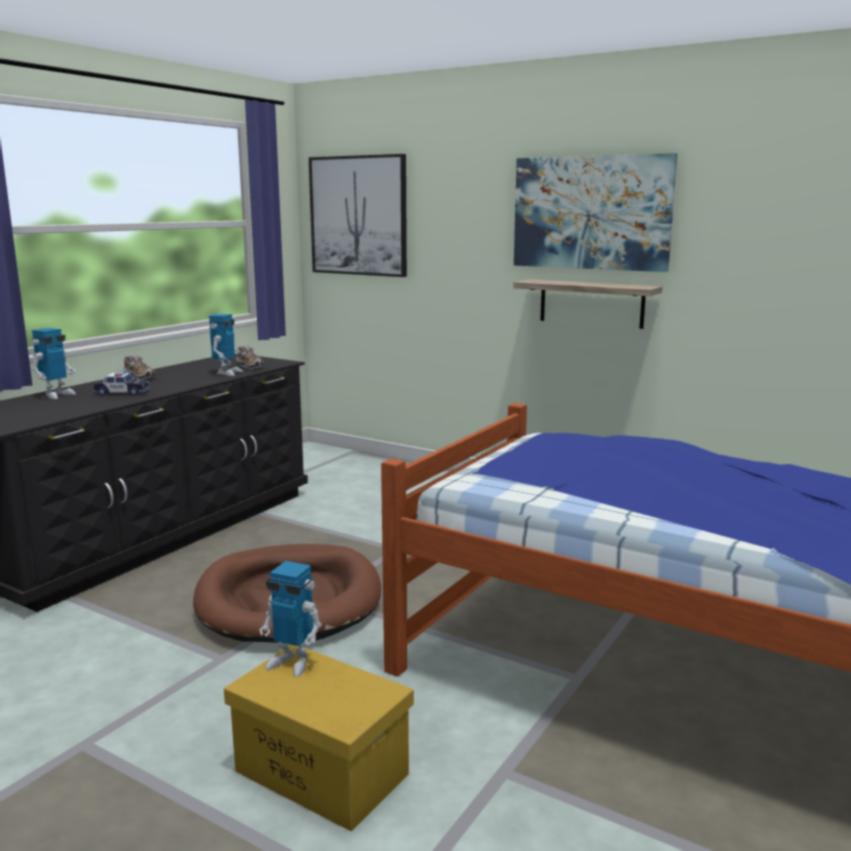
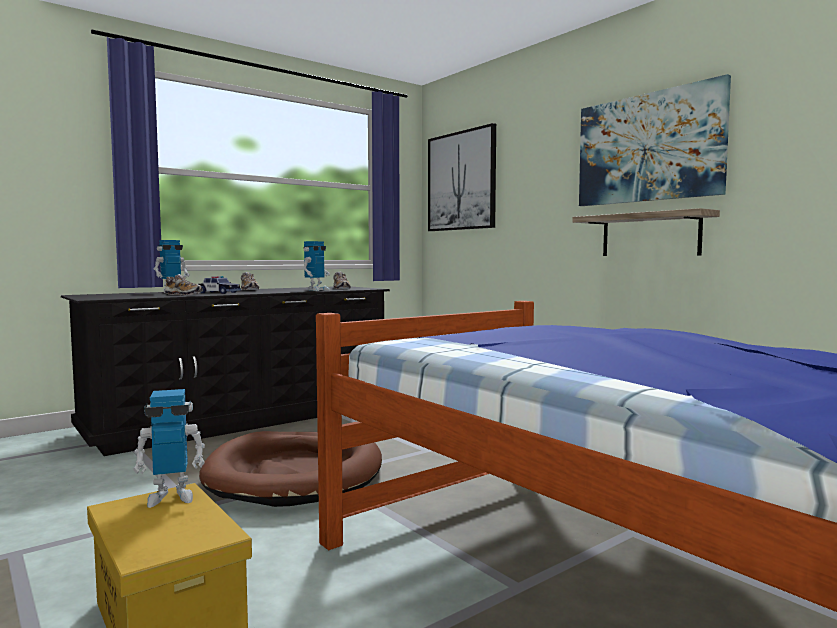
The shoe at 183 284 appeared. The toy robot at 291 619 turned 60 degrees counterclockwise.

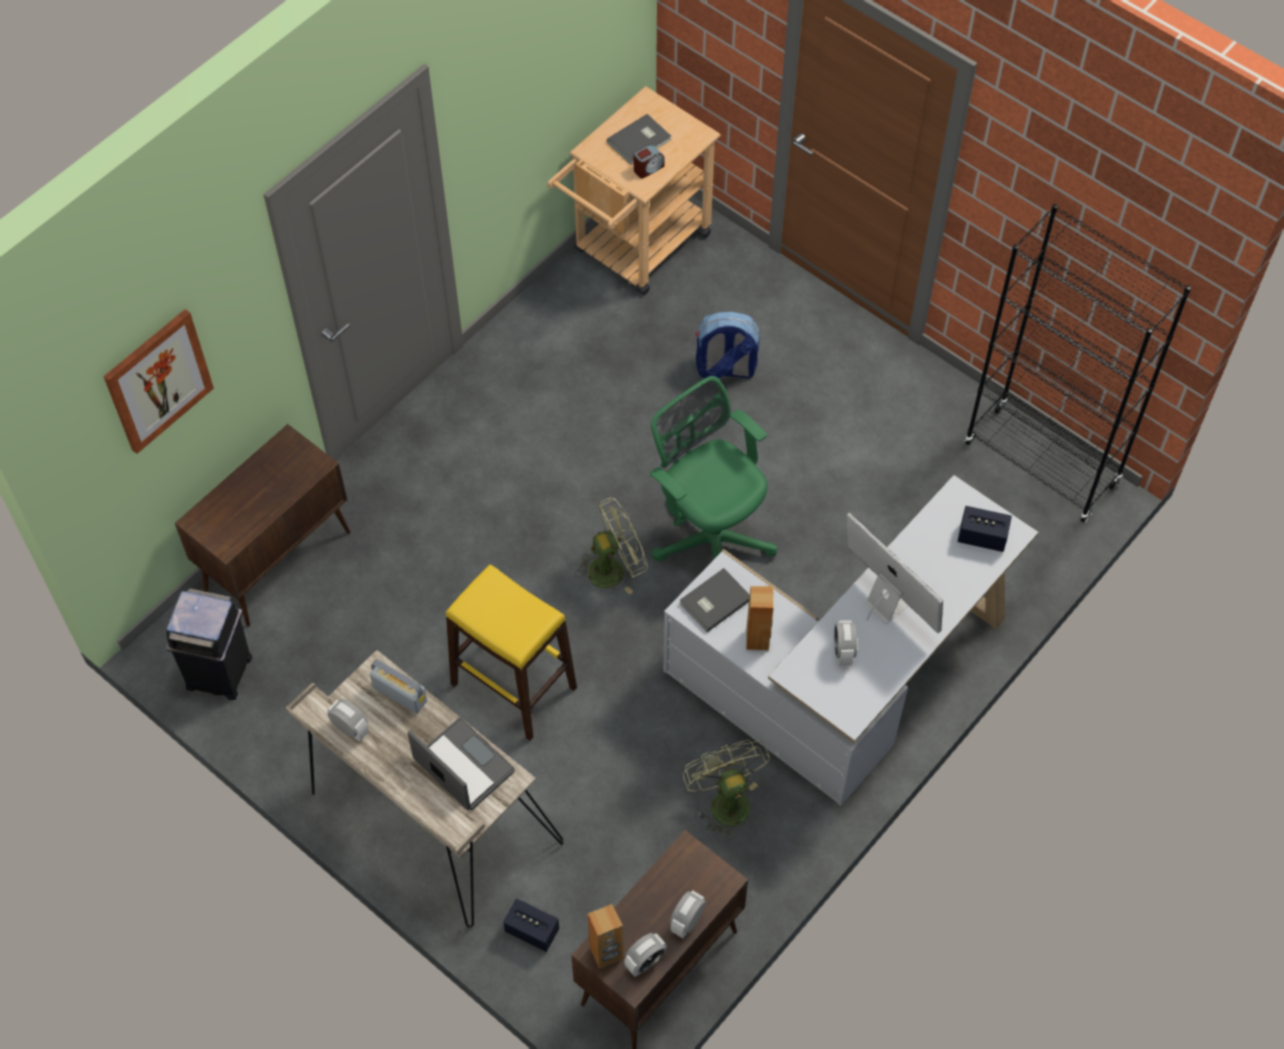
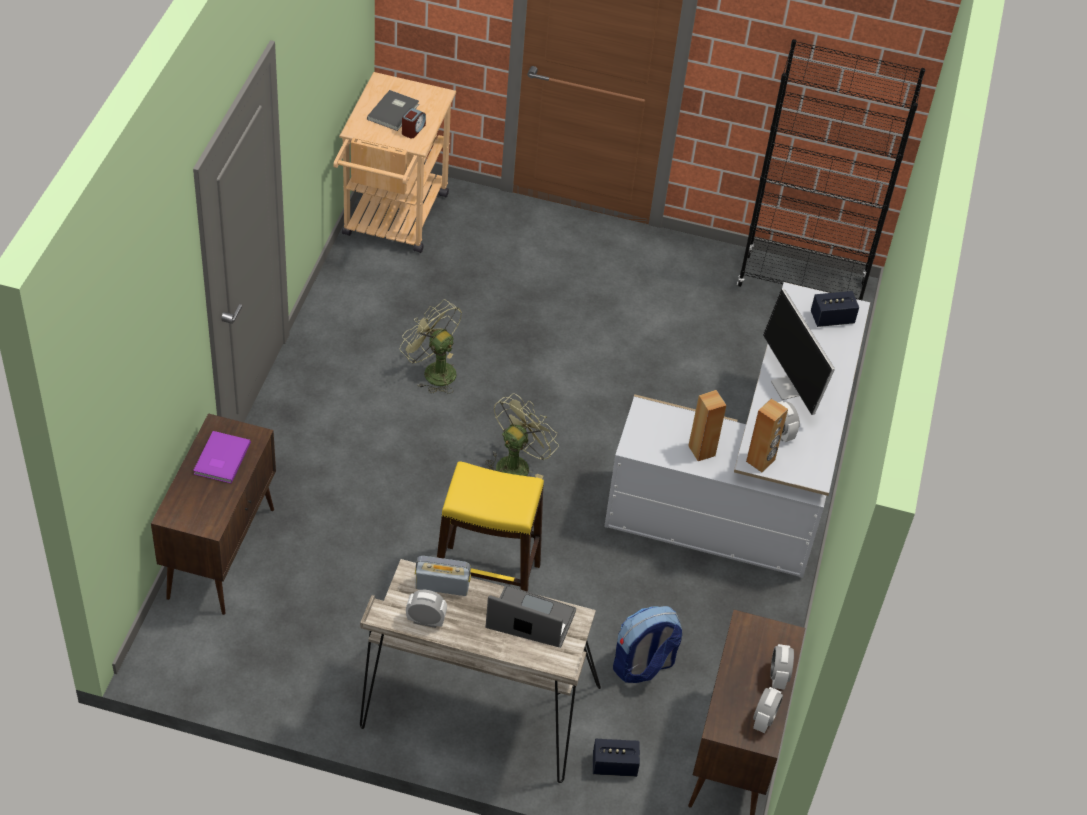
The picture at 158 381 disappeared. The trash can (black) at 209 644 disappeared. The office chair (green) at 713 468 disappeared. The book (grey) at 714 600 disappeared. The book (purple) at 222 457 appeared. The speaker (brown) moved from 605 936 to 767 435. The fan (green) moved from 726 789 to 431 346. The backpack moved from 728 345 to 647 644. The monitor at 895 573 turned 135 degrees counterclockwise.

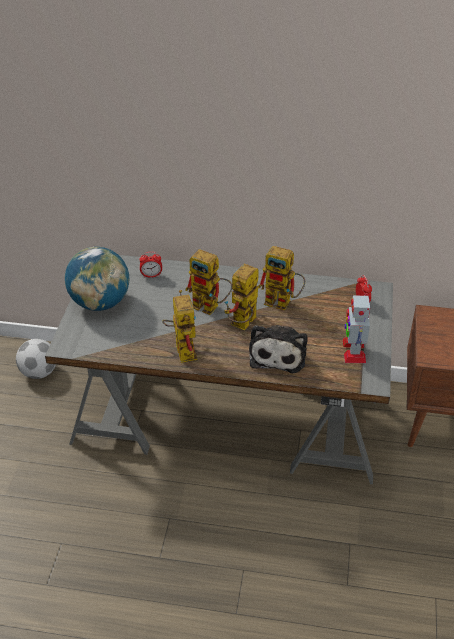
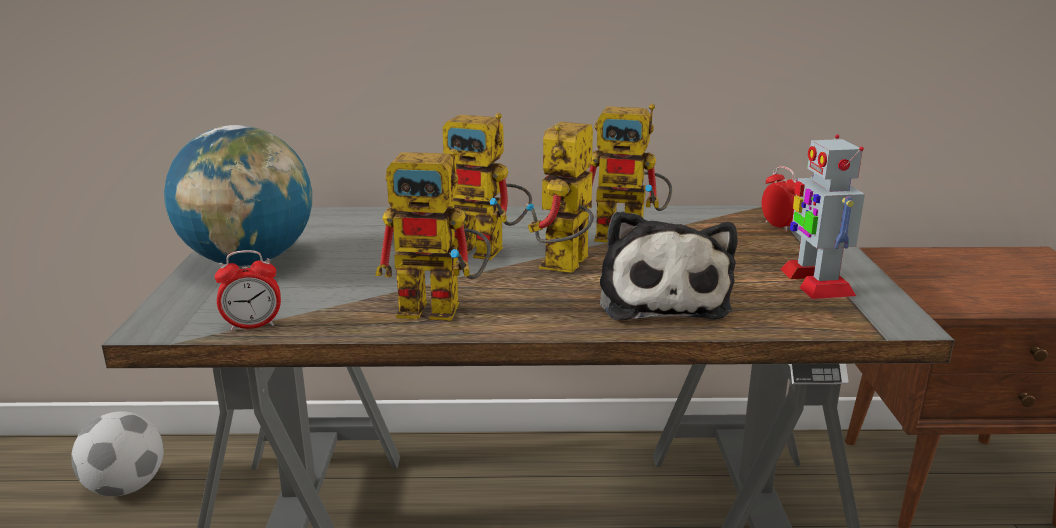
The alarm clock moved from 150 265 to 248 290. The toy robot at 179 326 turned 120 degrees clockwise.

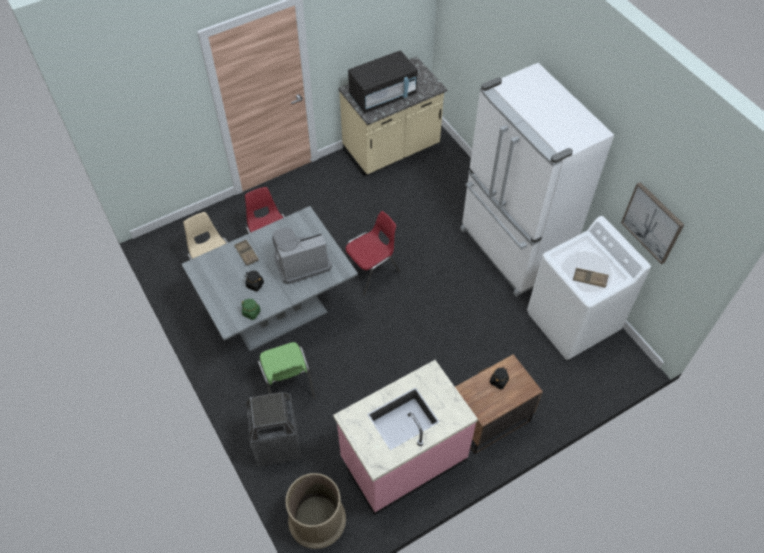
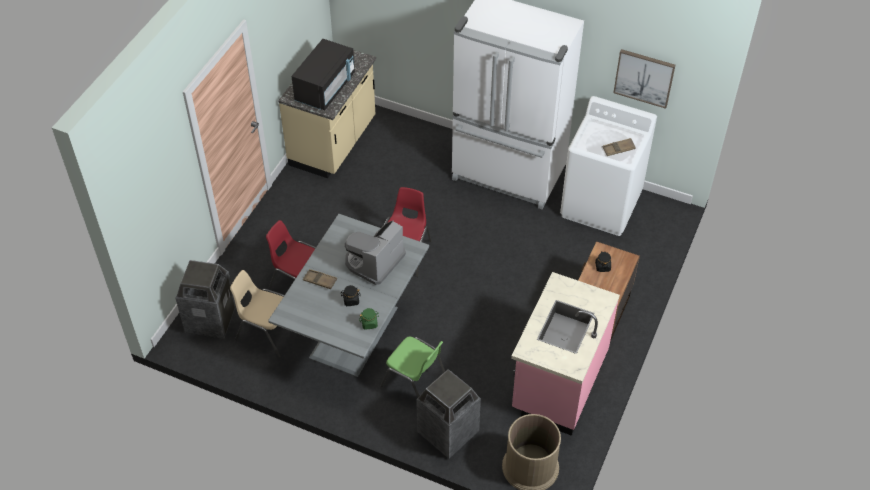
The trash can at 205 299 appeared.

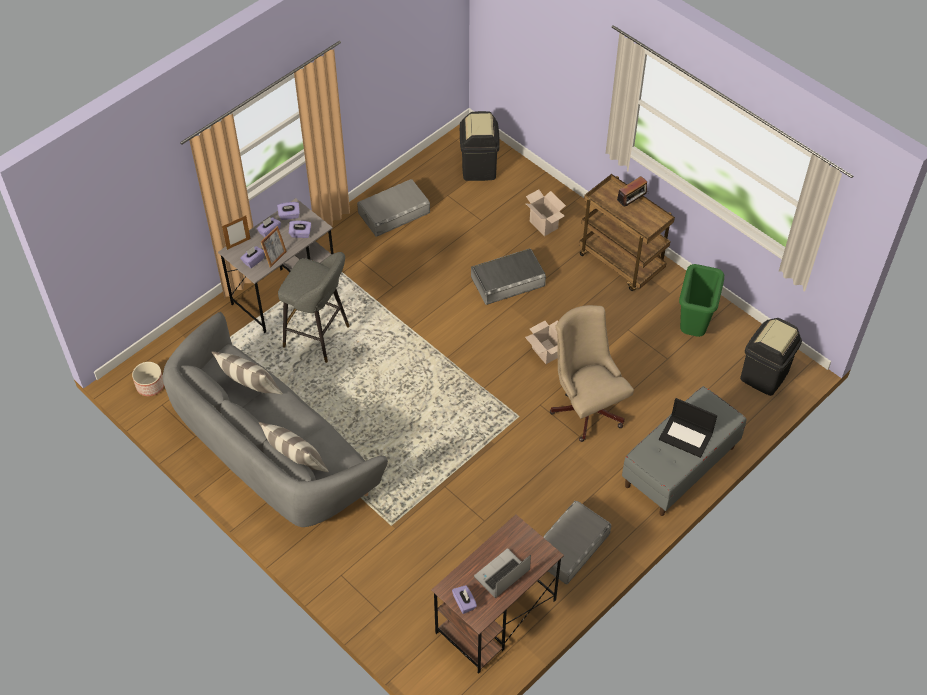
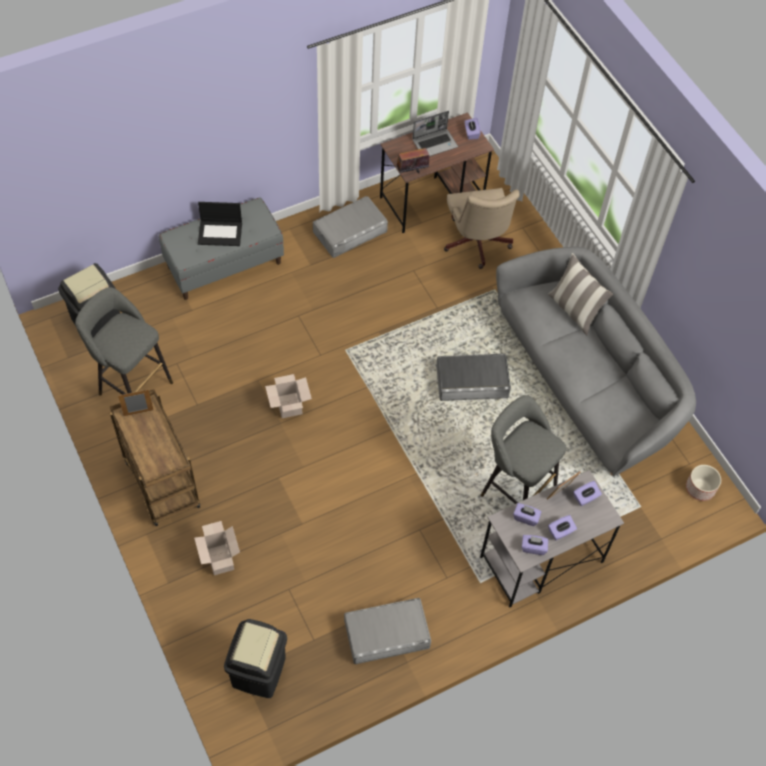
The pillow at 247 372 disappeared. The picture frame moved from 236 232 to 135 402. The storage box (grey) moved from 508 277 to 473 377. The office chair (beige) moved from 592 373 to 482 228. The radio moved from 633 191 to 412 158. The trash can (green) at 701 300 was replaced by the stool (grey) at 124 341. The laptop at 688 428 turned 135 degrees clockwise.

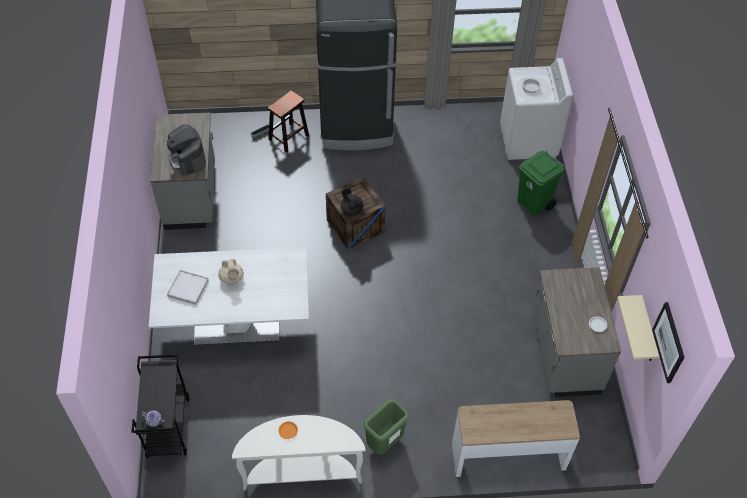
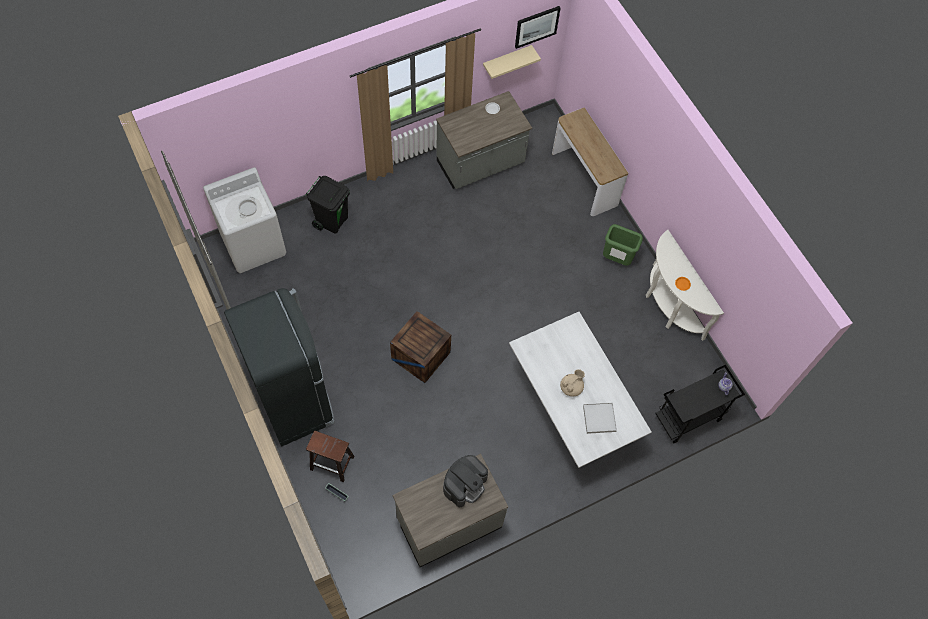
The teapot (black) at 352 201 disappeared. The trash can (green) at 541 183 became the trash can (black) at 328 205.

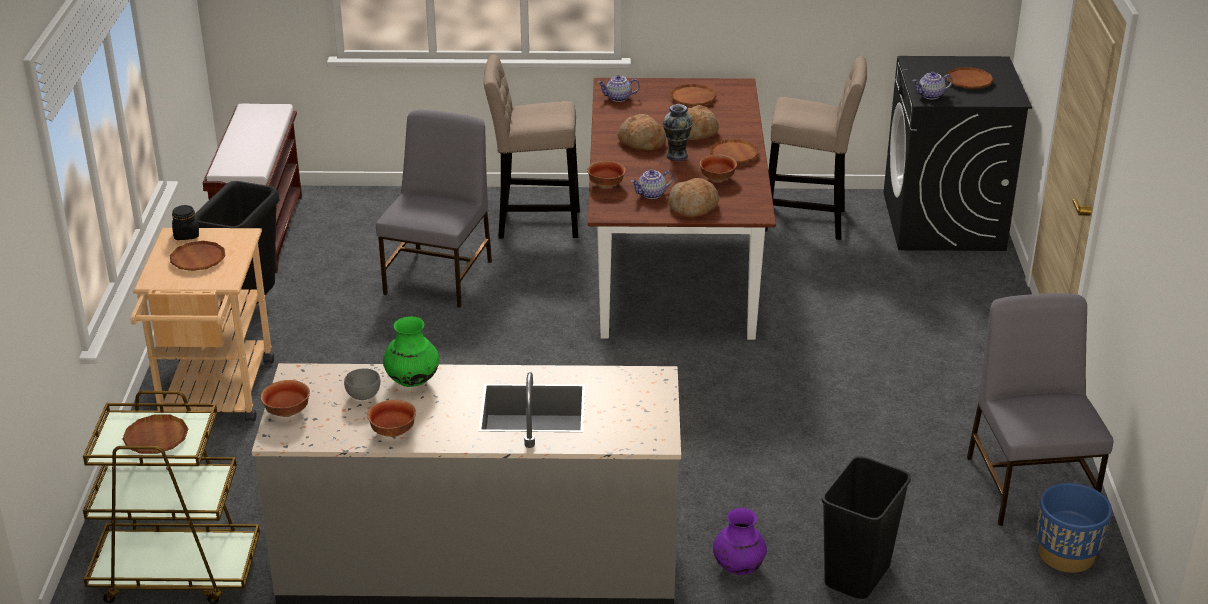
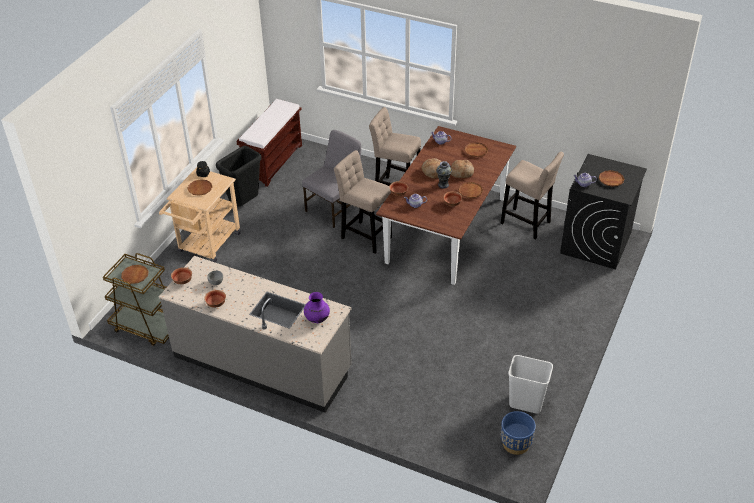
The vase (green) at 411 351 disappeared. The bread at 693 198 disappeared. The trash can (black) at 866 527 disappeared. The stool (beige) at 363 202 appeared. The vase (purple) moved from 740 541 to 317 307. The chair (grey) at 1040 409 was replaced by the trash can (white) at 530 384.

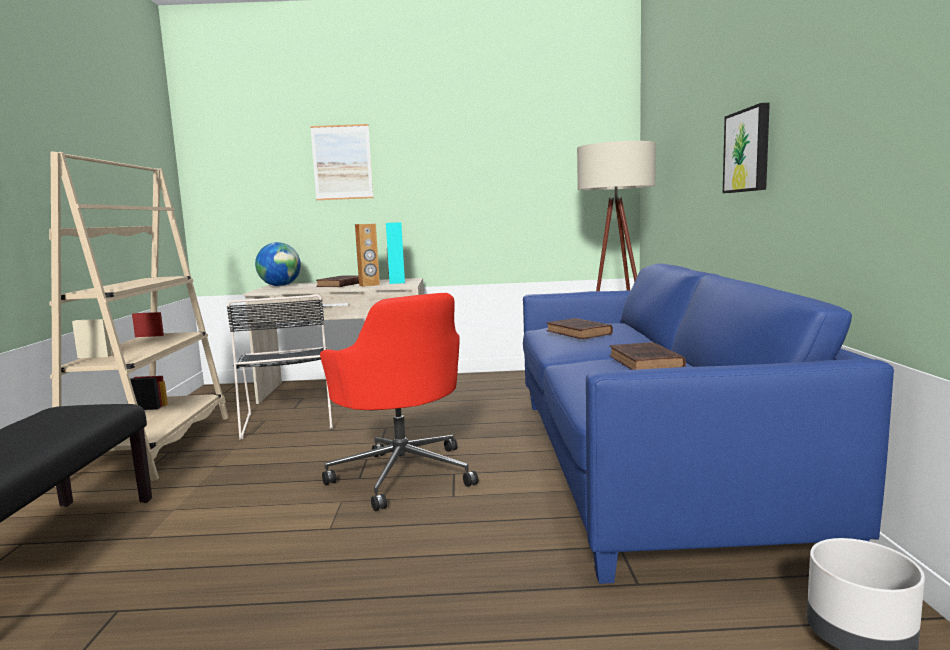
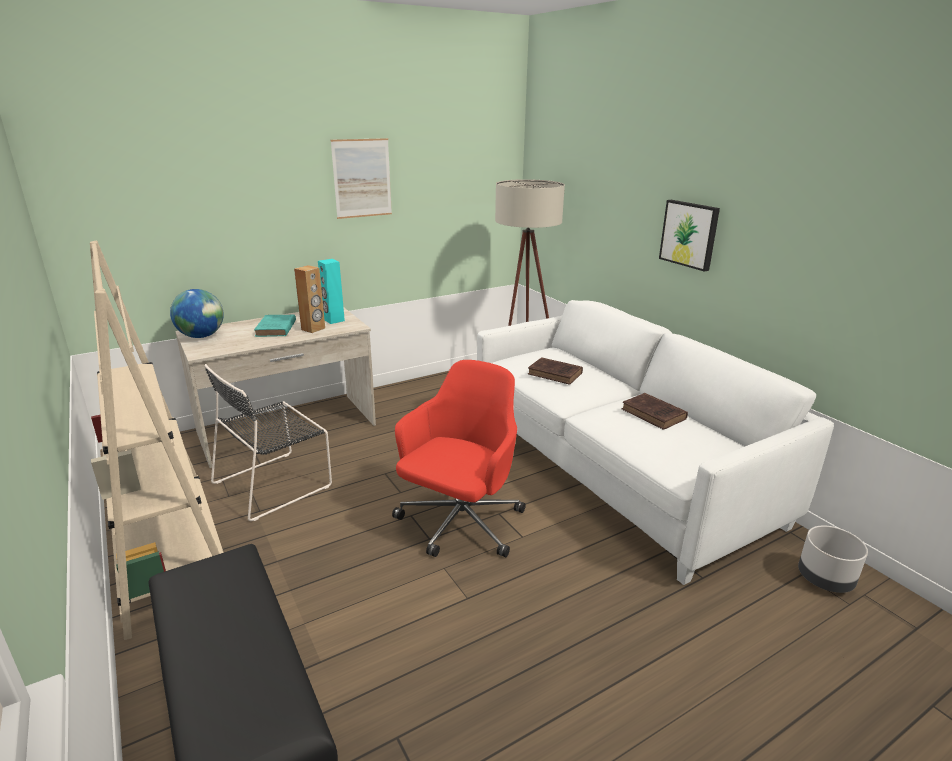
The picture moved from 341 162 to 361 178. The book (brown) at 337 281 became the book (turquoise) at 275 325. The sofa (blue) at 708 423 became the sofa (white) at 655 442. The chair (black) at 280 367 turned 90 degrees clockwise. The office chair (red) at 399 402 turned 90 degrees counterclockwise.

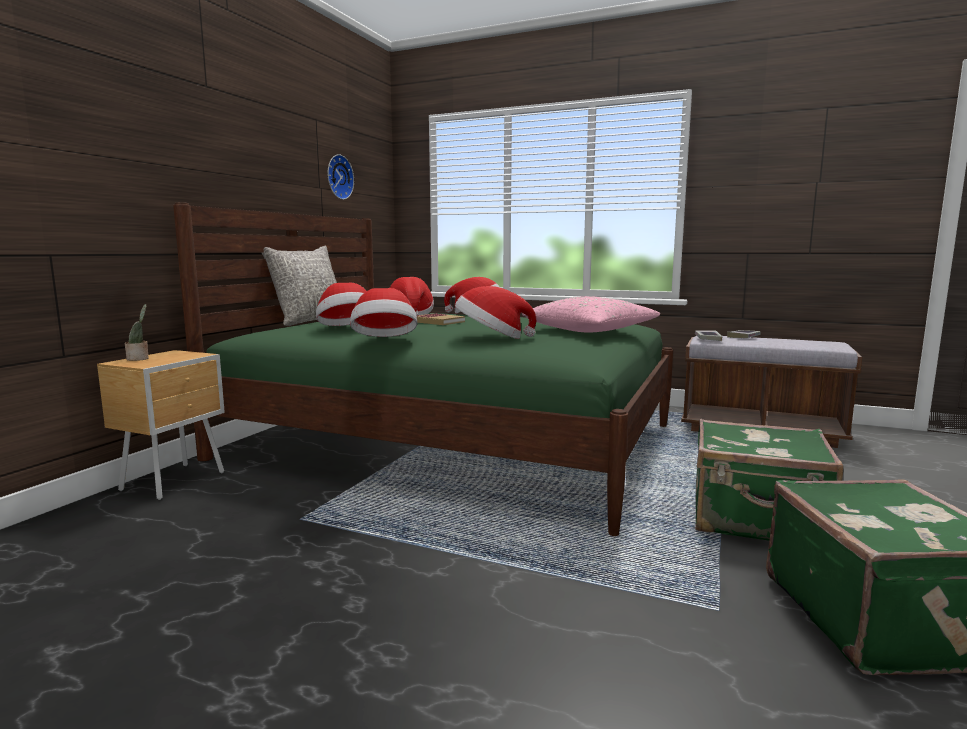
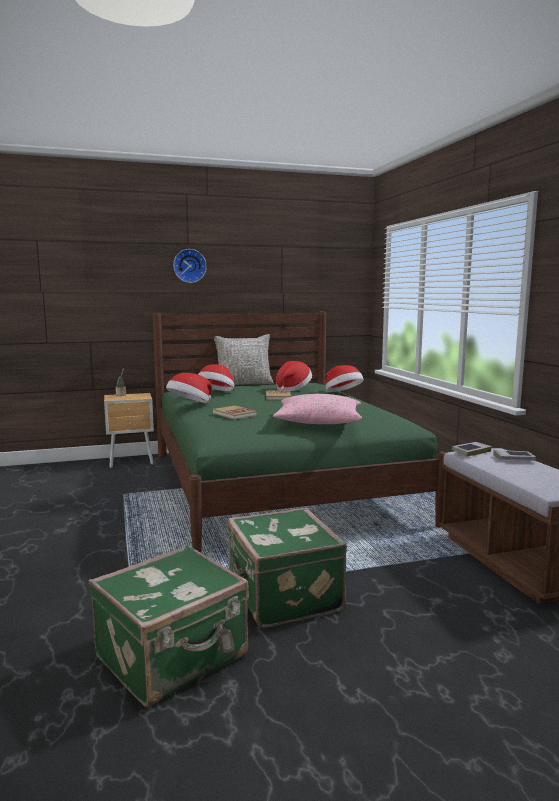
The wall clock moved from 341 177 to 190 266. The hat at 495 312 was replaced by the book at 235 413.

